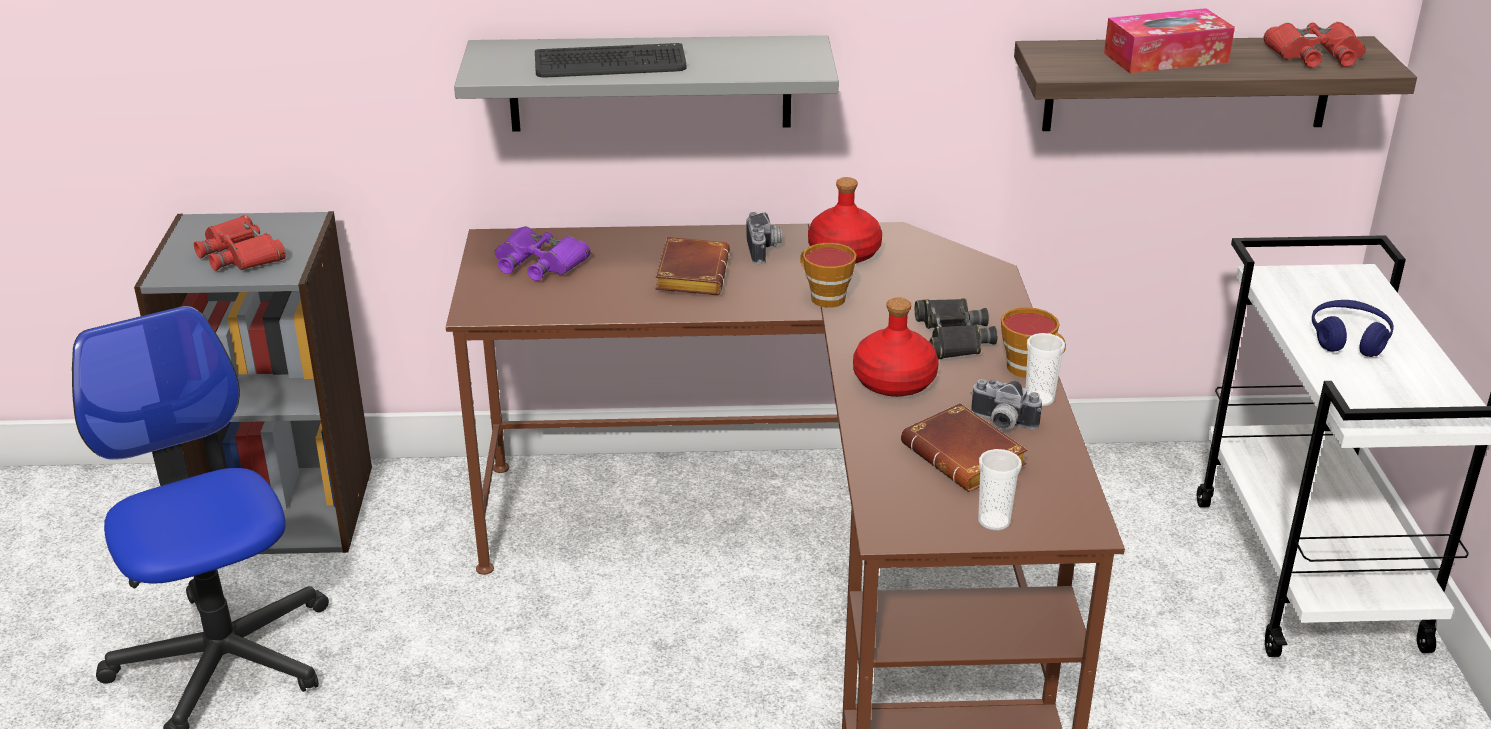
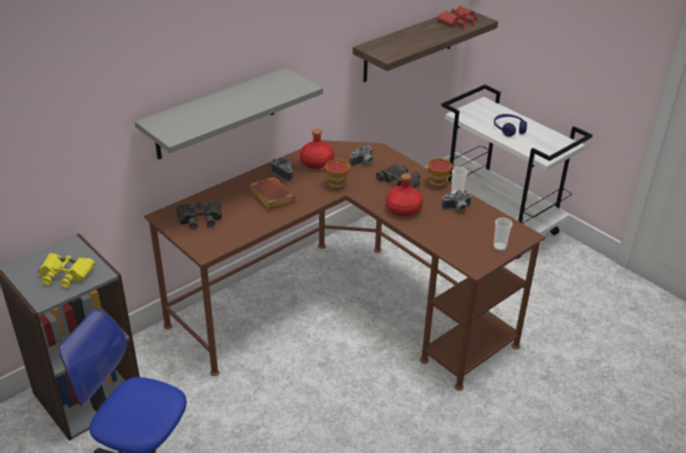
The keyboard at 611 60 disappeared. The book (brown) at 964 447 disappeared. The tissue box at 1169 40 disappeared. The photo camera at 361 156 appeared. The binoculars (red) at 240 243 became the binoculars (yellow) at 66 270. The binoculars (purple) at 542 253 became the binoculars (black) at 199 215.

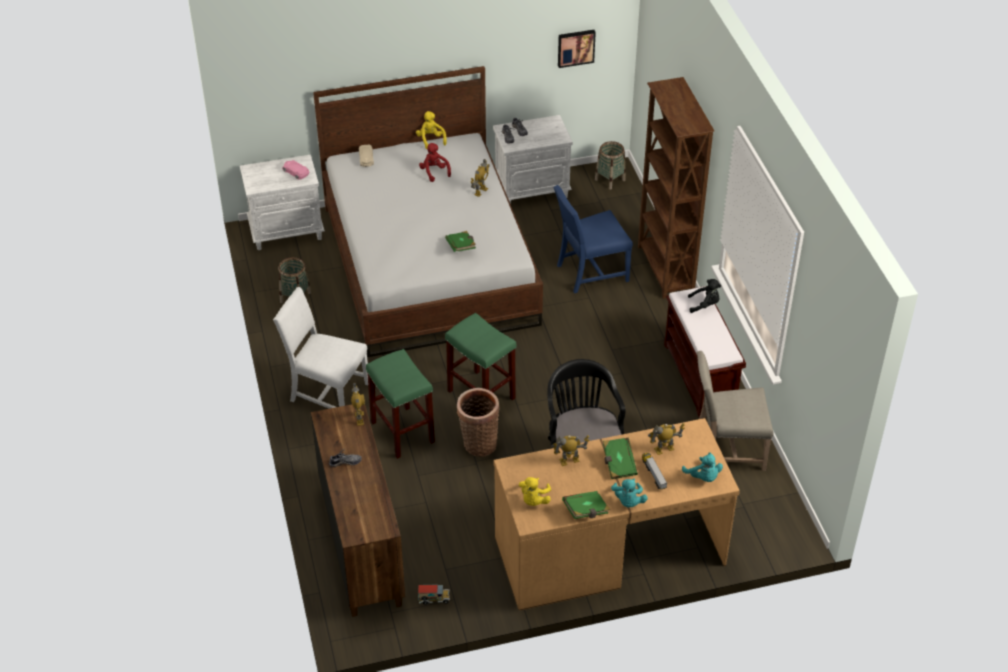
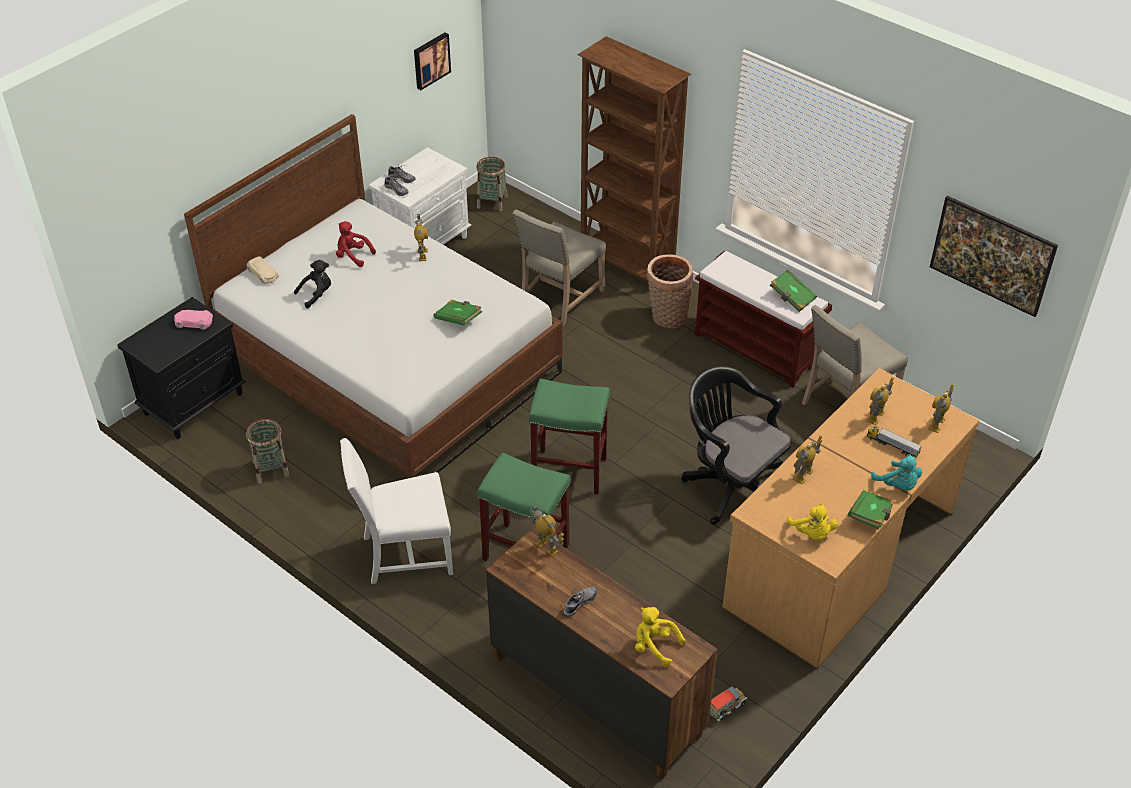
The picture at 994 256 appeared. The plush toy (yellow) moved from 431 130 to 660 637. The basket moved from 478 422 to 670 291. The book (green) moved from 620 458 to 793 291. The plush toy (black) moved from 704 296 to 312 284. The plush toy (turquoise) at 702 467 was replaced by the toy robot at 941 408. The nightstand (white) at 282 202 became the nightstand (black) at 181 368. The chair (blue) at 593 239 became the chair (beige) at 559 268.

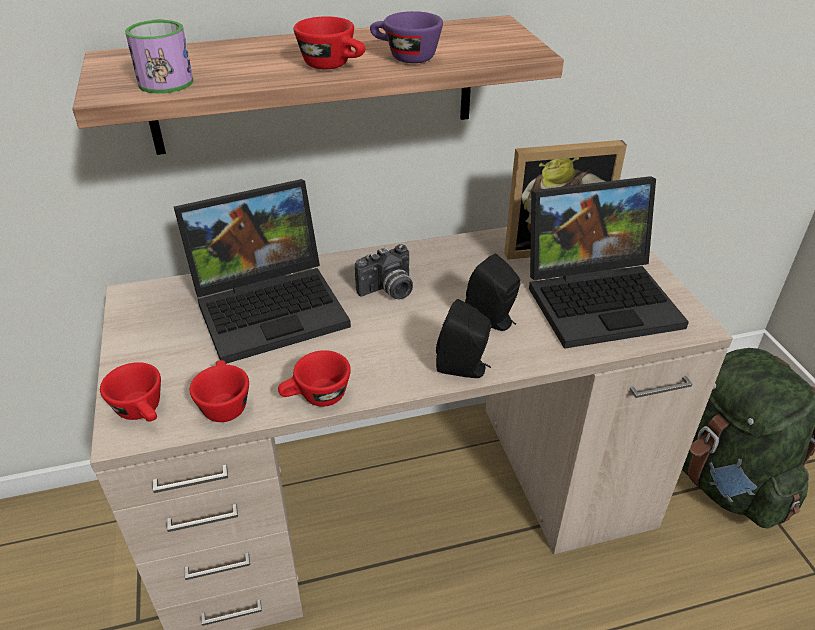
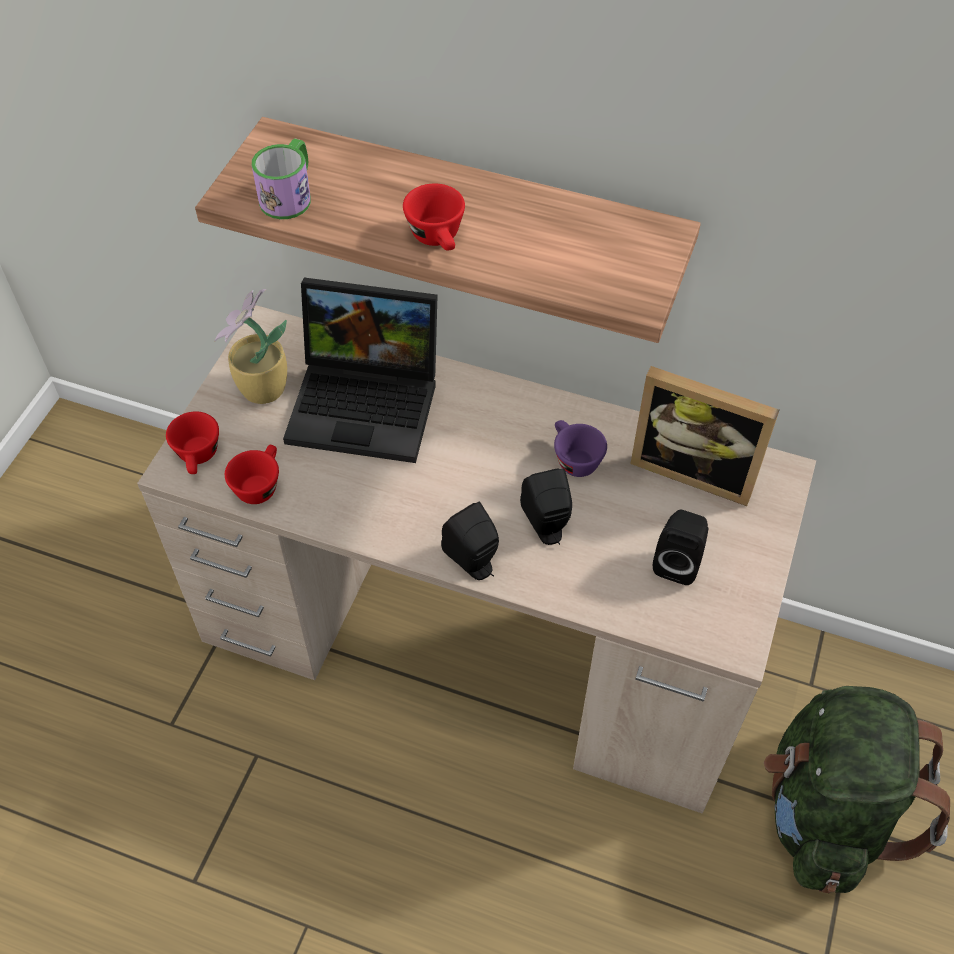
The cup (red) at 314 378 disappeared. The photo camera at 384 271 disappeared. The potted plant at 251 346 appeared. The cup (purple) moved from 406 37 to 580 448. The laptop at 609 262 was replaced by the speaker (black) at 681 547.

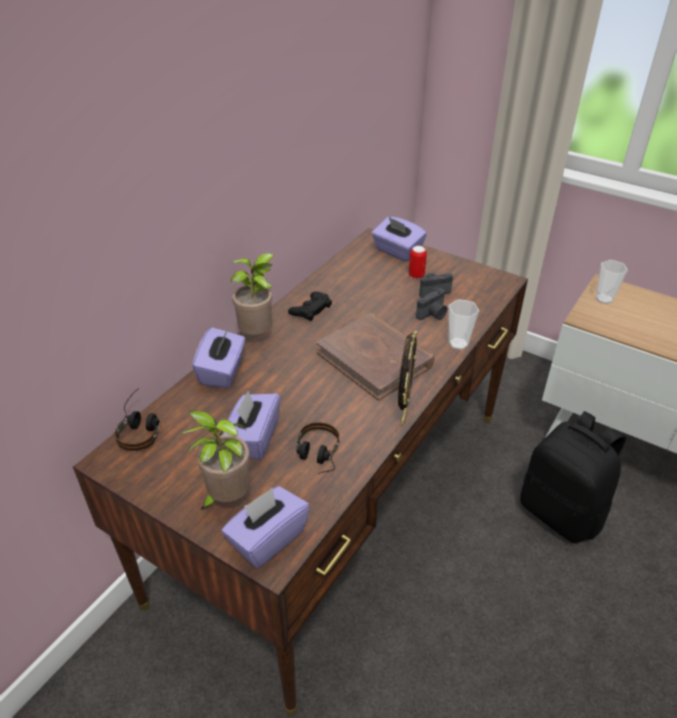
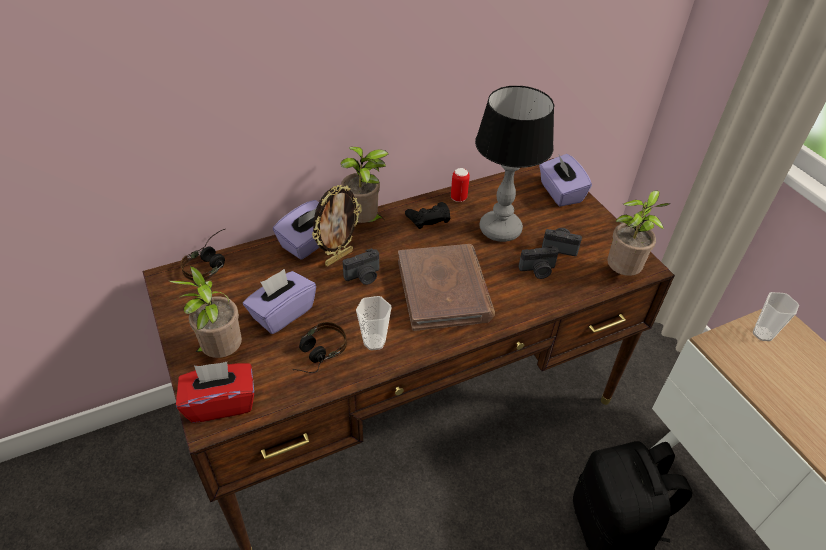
The photo camera at 361 266 appeared. The table lamp at 515 164 appeared. The potted plant at 638 233 appeared. The picture frame moved from 407 378 to 337 225. The can moved from 418 262 to 460 185. The cup moved from 463 324 to 374 323. The tissue box (purple) at 265 527 became the tissue box (red) at 215 392.

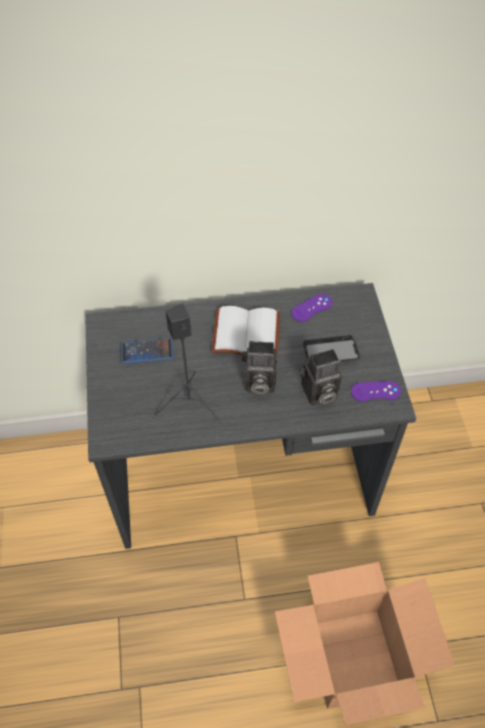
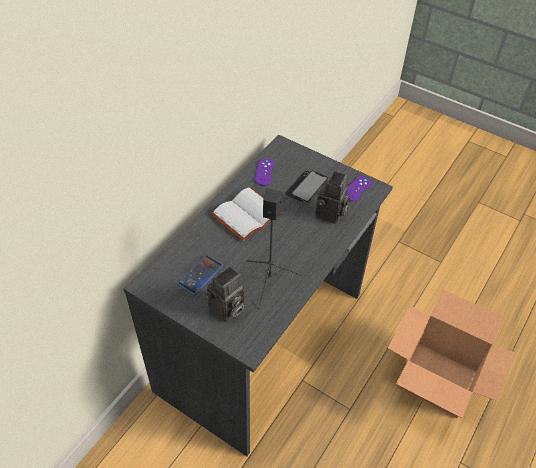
The photo camera moved from 259 367 to 224 294.

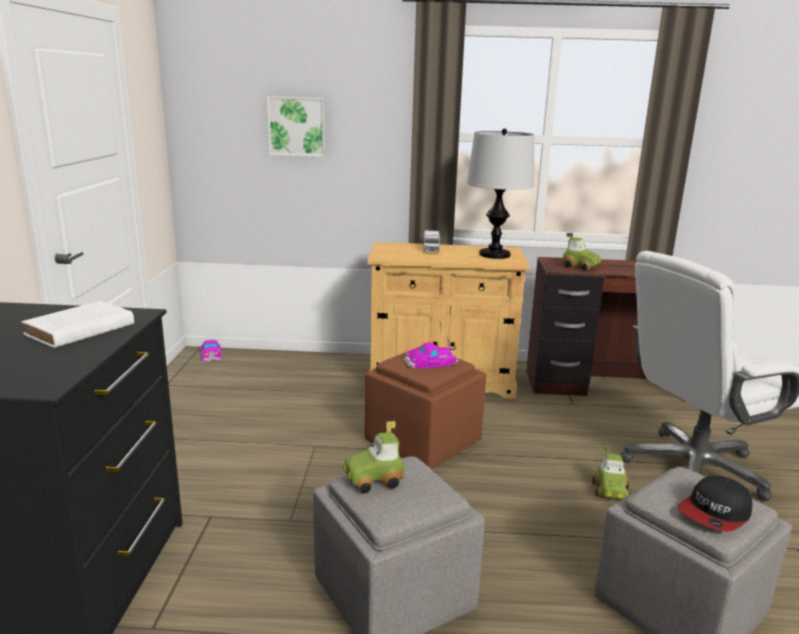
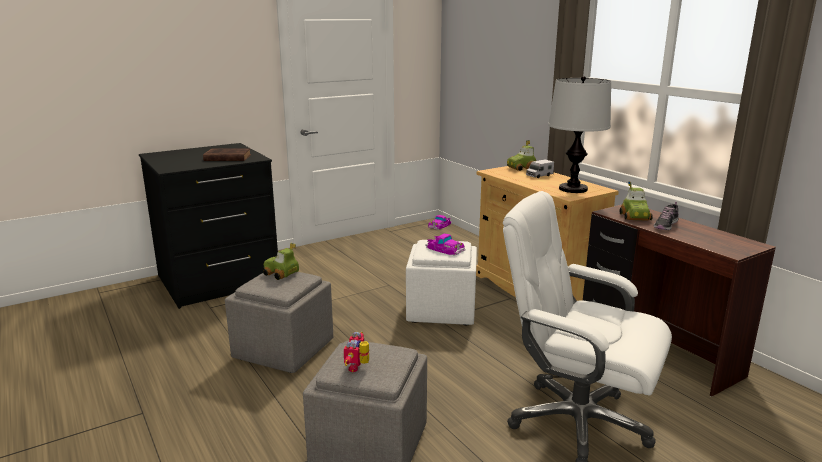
The picture at 296 126 disappeared. The shoe at 666 216 appeared. The toy car moved from 611 472 to 521 155. The cap at 715 504 was replaced by the toy robot at 356 352. The book (white) at 78 324 became the book (brown) at 227 155. The ottoman (brown) at 425 408 became the ottoman (white) at 441 282.

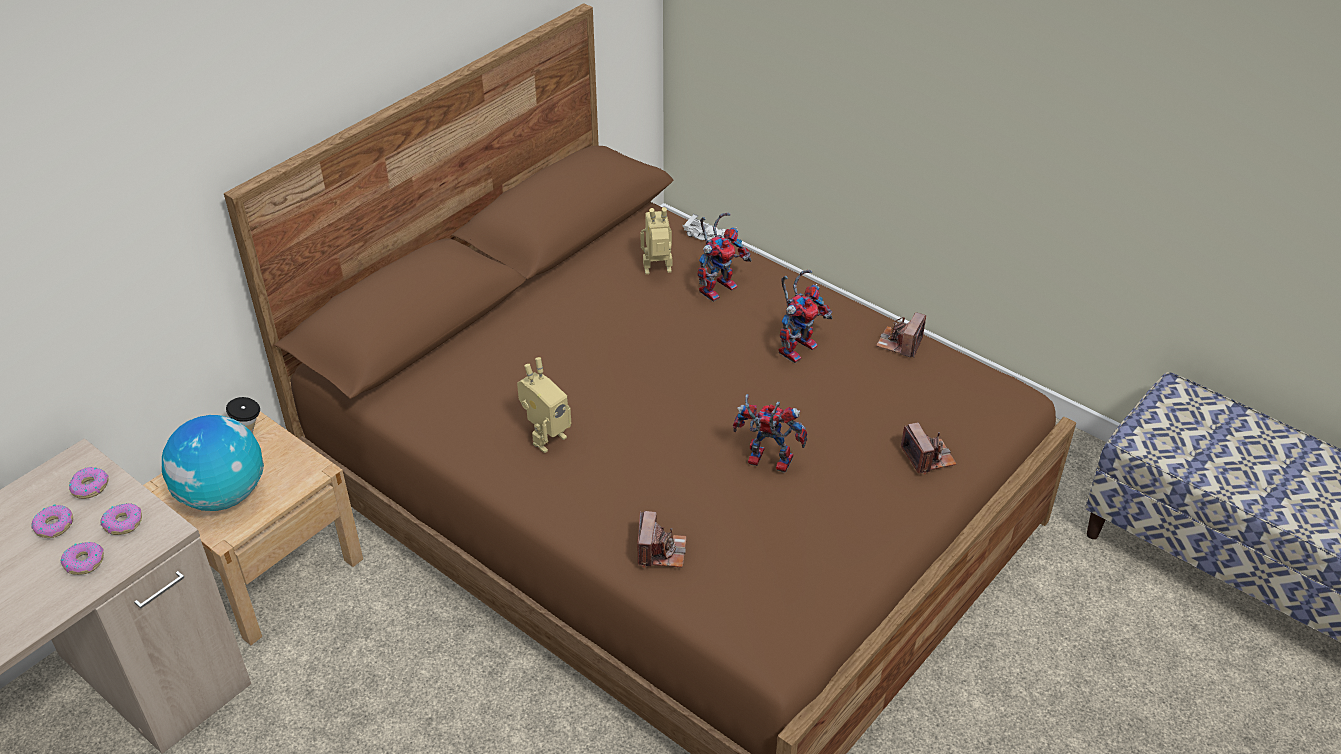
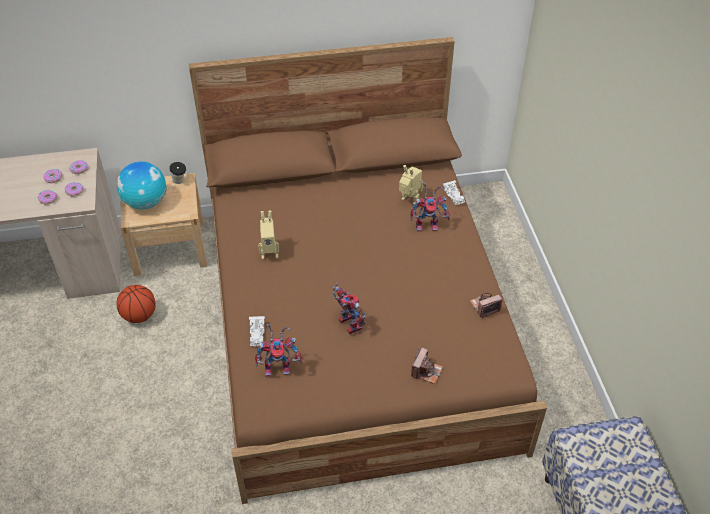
The basketball at 136 304 appeared. The toy robot moved from 805 316 to 278 350. The photo camera at 662 539 was replaced by the toy car (white) at 257 331.

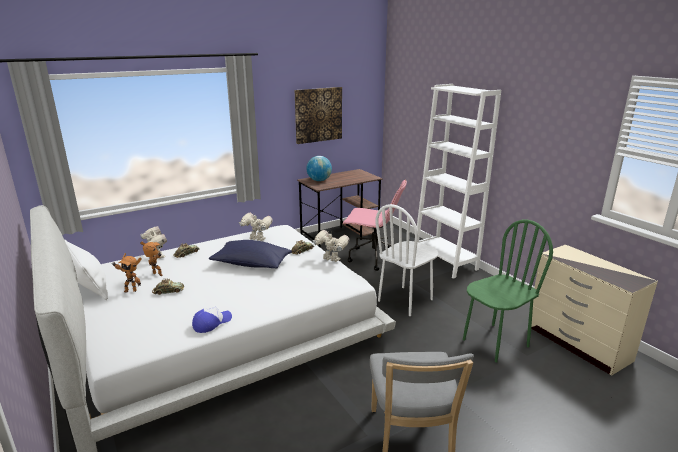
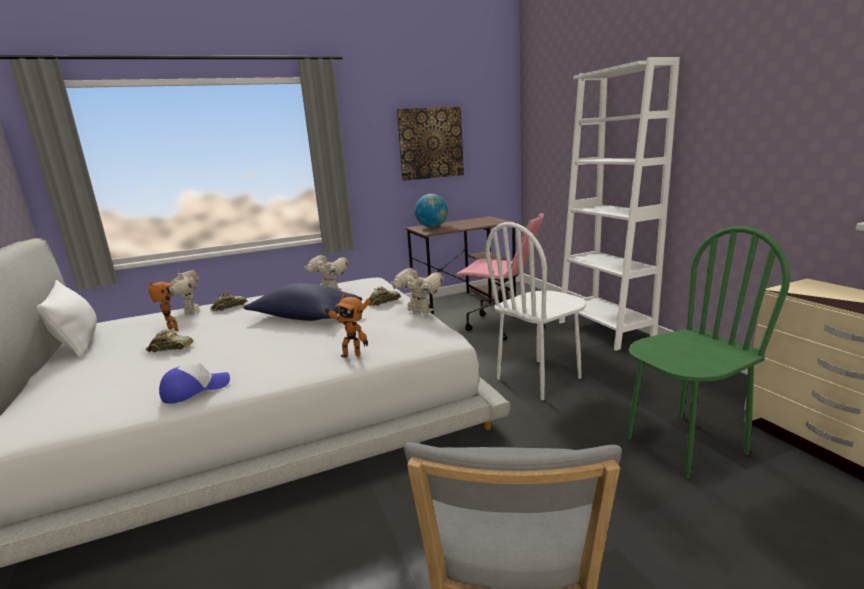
The toy robot moved from 127 273 to 348 325.

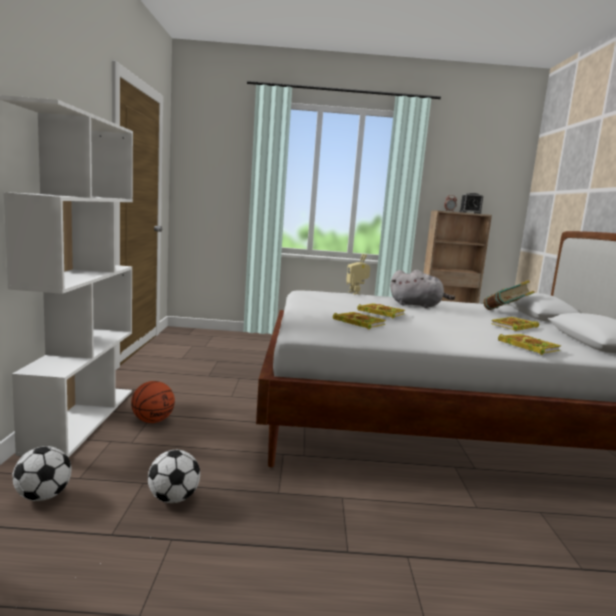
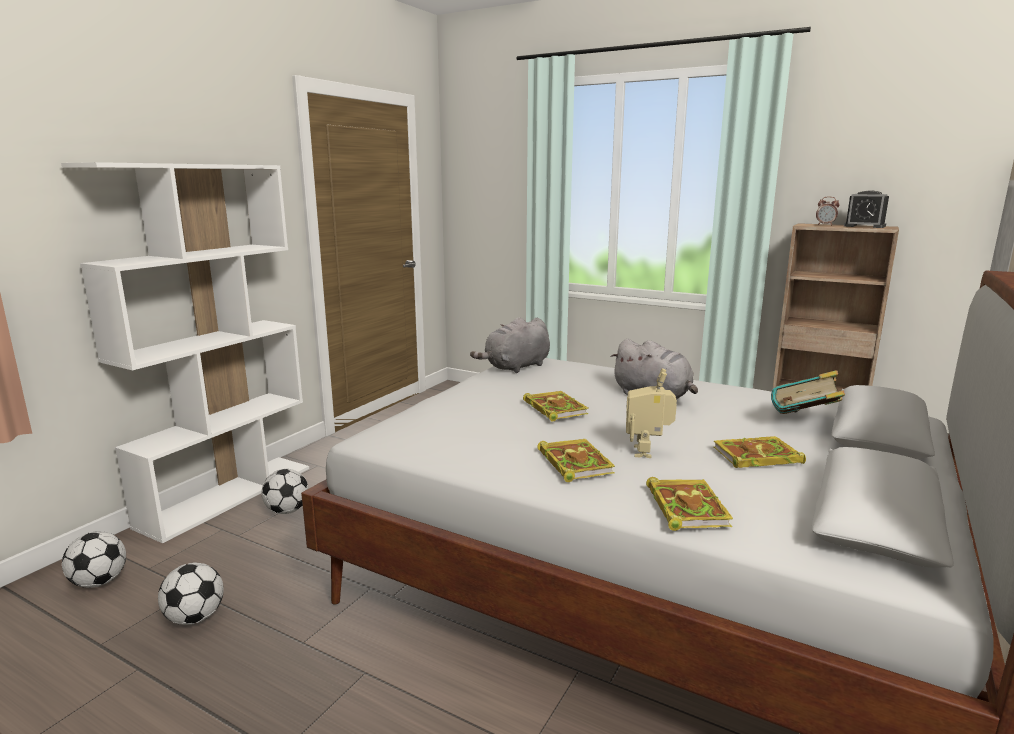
The plush toy (grey) at 510 345 appeared. The book moved from 359 320 to 576 460. The toy robot moved from 358 274 to 651 413. The basketball at 153 402 was replaced by the football at 285 491.

